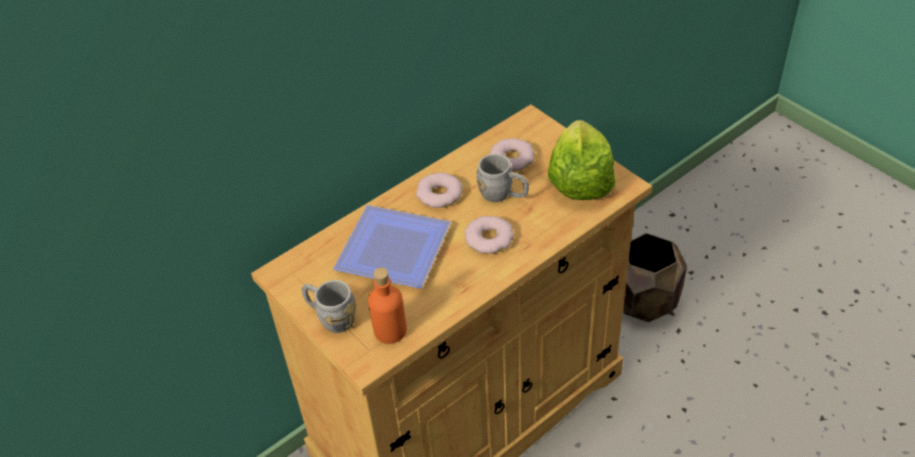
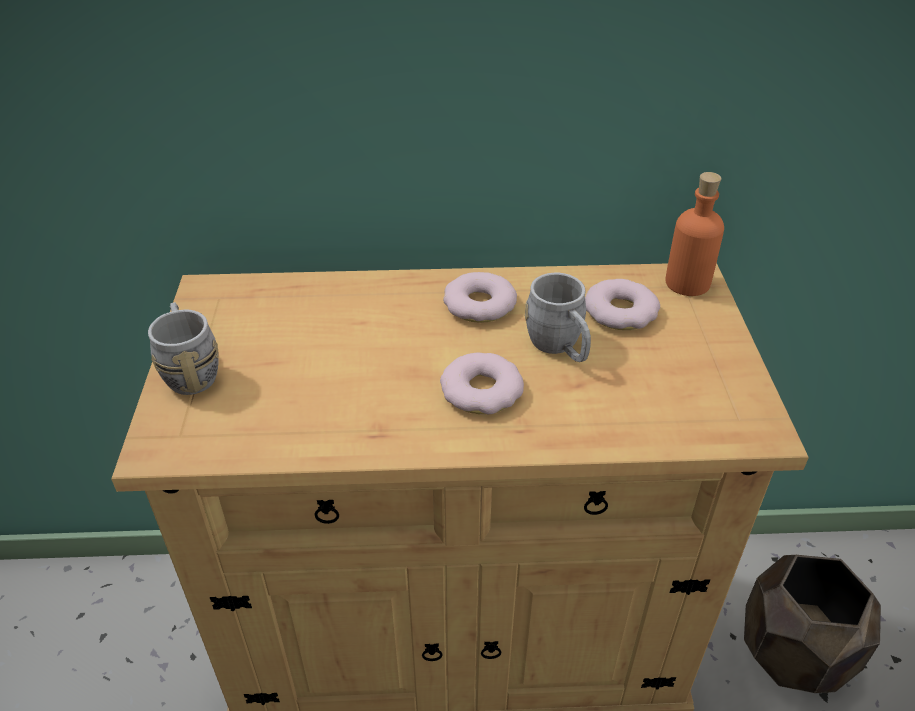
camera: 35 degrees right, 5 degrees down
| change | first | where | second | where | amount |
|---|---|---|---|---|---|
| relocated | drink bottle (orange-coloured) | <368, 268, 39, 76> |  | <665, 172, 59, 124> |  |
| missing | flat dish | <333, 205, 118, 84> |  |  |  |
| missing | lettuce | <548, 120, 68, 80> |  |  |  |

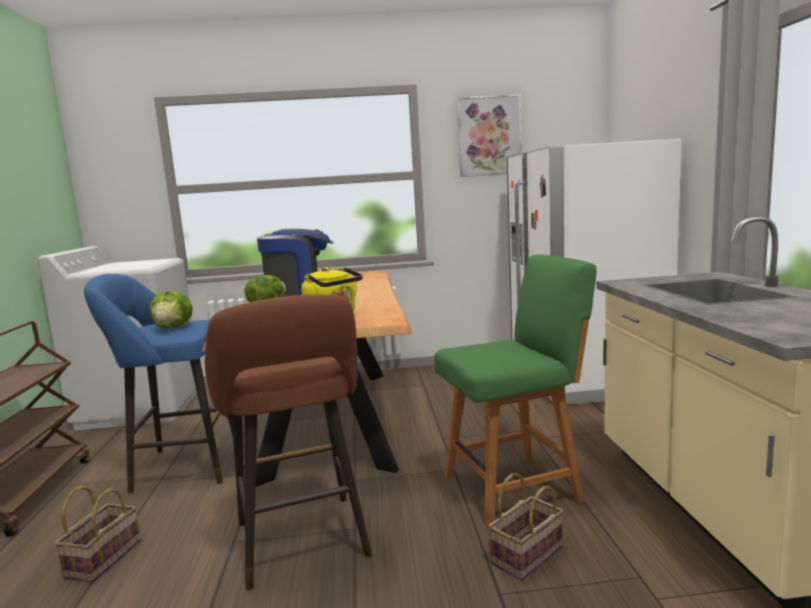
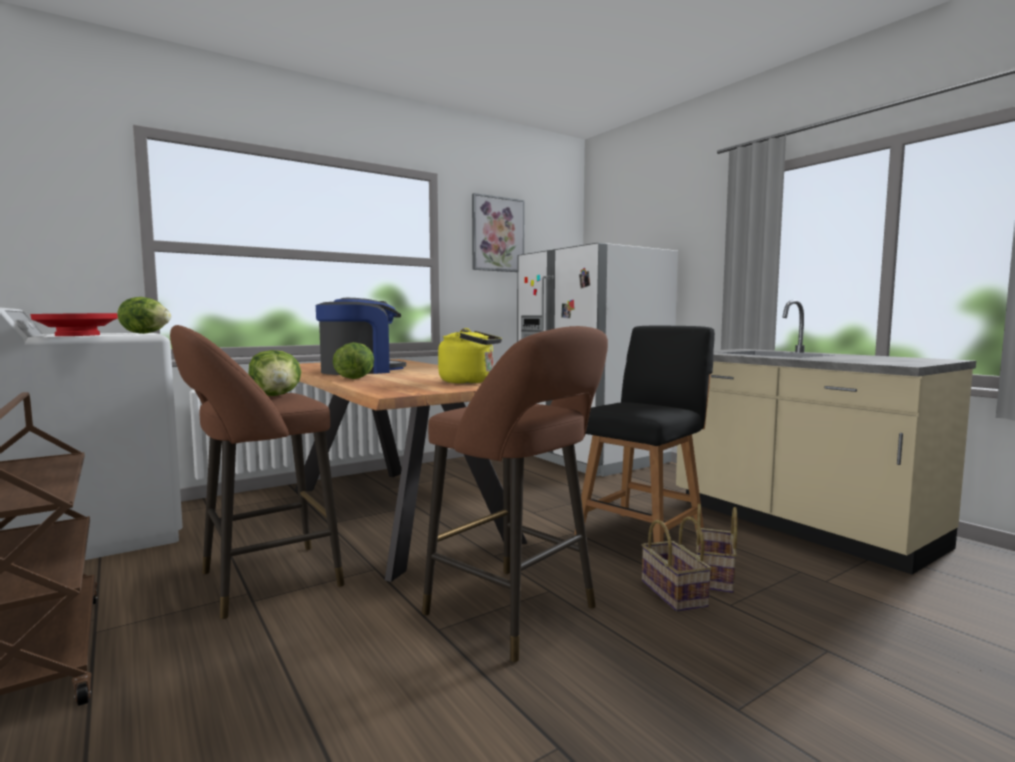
camera: 30 degrees left, 5 degrees down
| change | first | where | second | where | amount |
|---|---|---|---|---|---|
| appeared |  |  | serving bowl (reddish) | <30, 313, 88, 23> |  |
| appeared |  |  | lettuce | <117, 297, 54, 37> |  |
| colour | stool seat (blue-coloured) | <84, 274, 149, 219> | stool seat (brown) | <170, 325, 174, 294> |  |
| colour | upright chair (greenish) | <434, 254, 163, 273> | upright chair (blackish) | <574, 325, 141, 218> |  |
| relocated | basket | <55, 486, 86, 96> |  | <642, 516, 70, 96> |  |

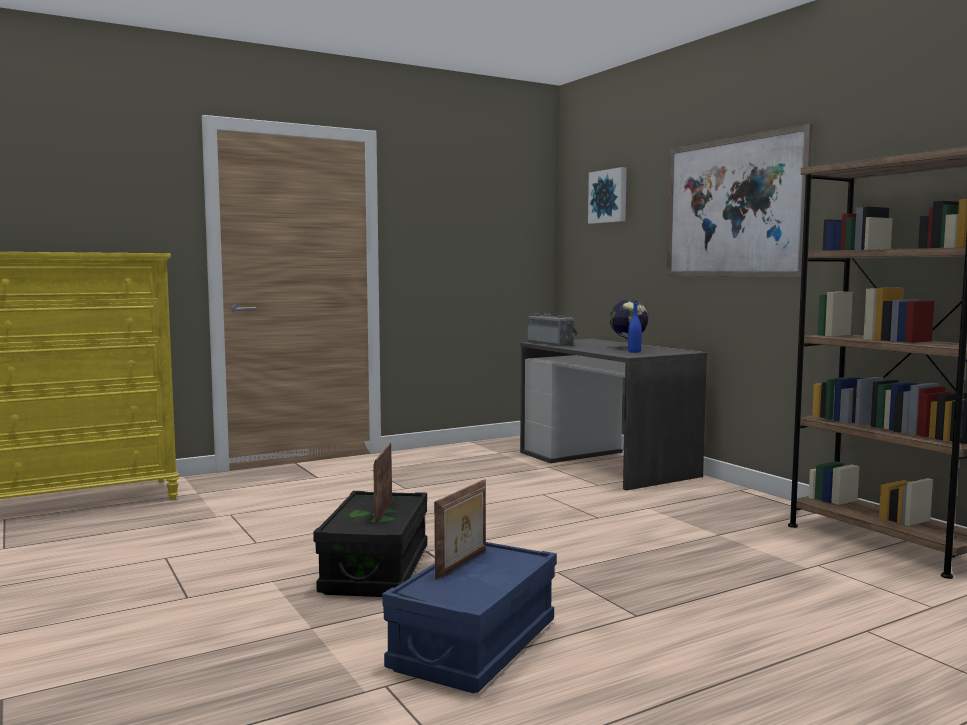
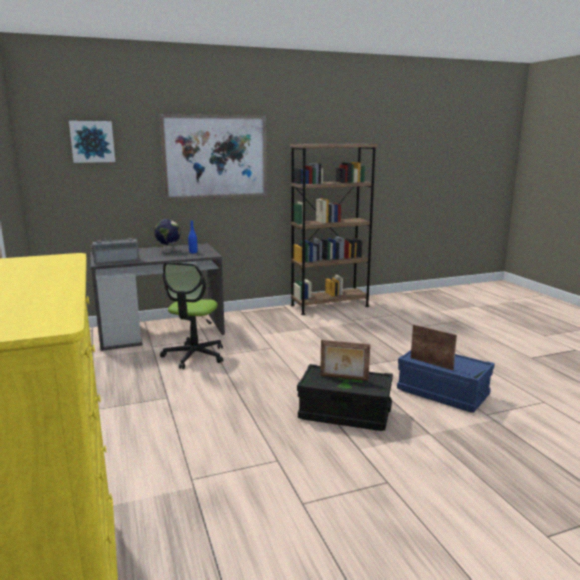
camera: 80 degrees left, 10 degrees up
| change | first | where | second | where | amount |
|---|---|---|---|---|---|
| appeared |  |  | computer chair | <160, 262, 63, 107> |  |

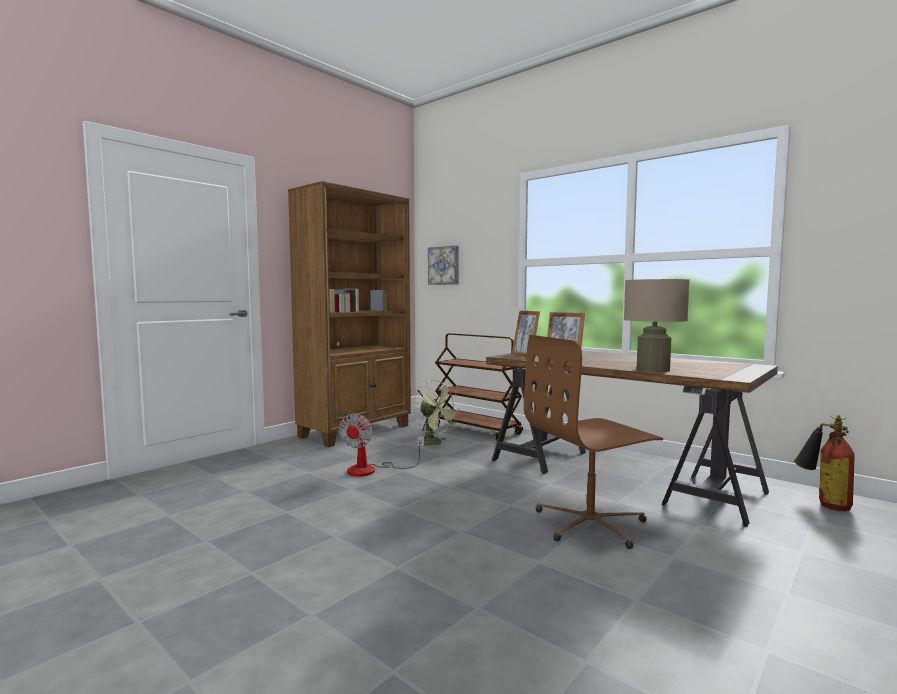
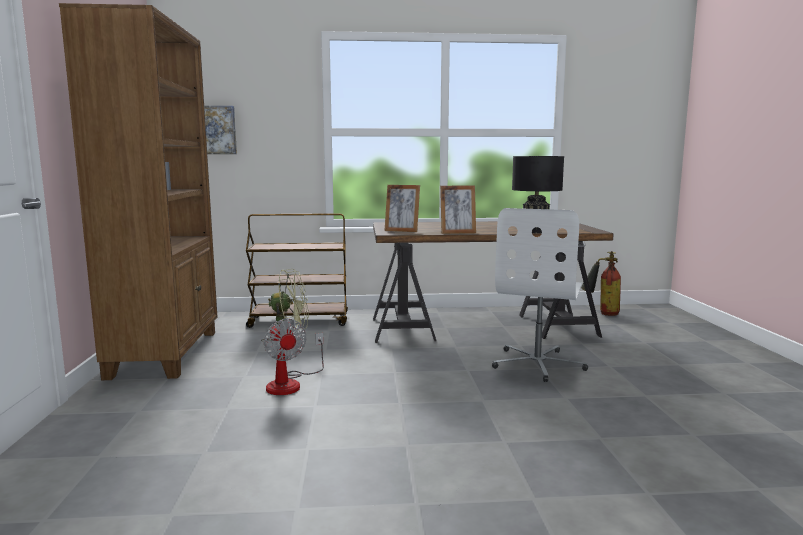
camera: 45 degrees left, 5 degrees up
| change | first | where | second | where | amount |
|---|---|---|---|---|---|
| colour | computer chair (brown) | <524, 335, 139, 214> | computer chair (white) | <492, 208, 96, 174> |  |
| colour | lamp for a table (sand-coloured) | <624, 279, 66, 93> | lamp for a table (blackish) | <512, 156, 52, 77> |  |

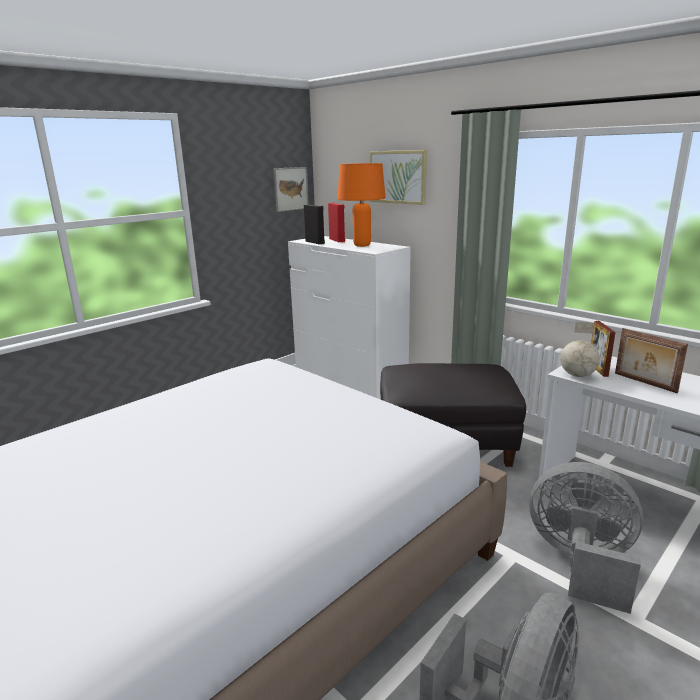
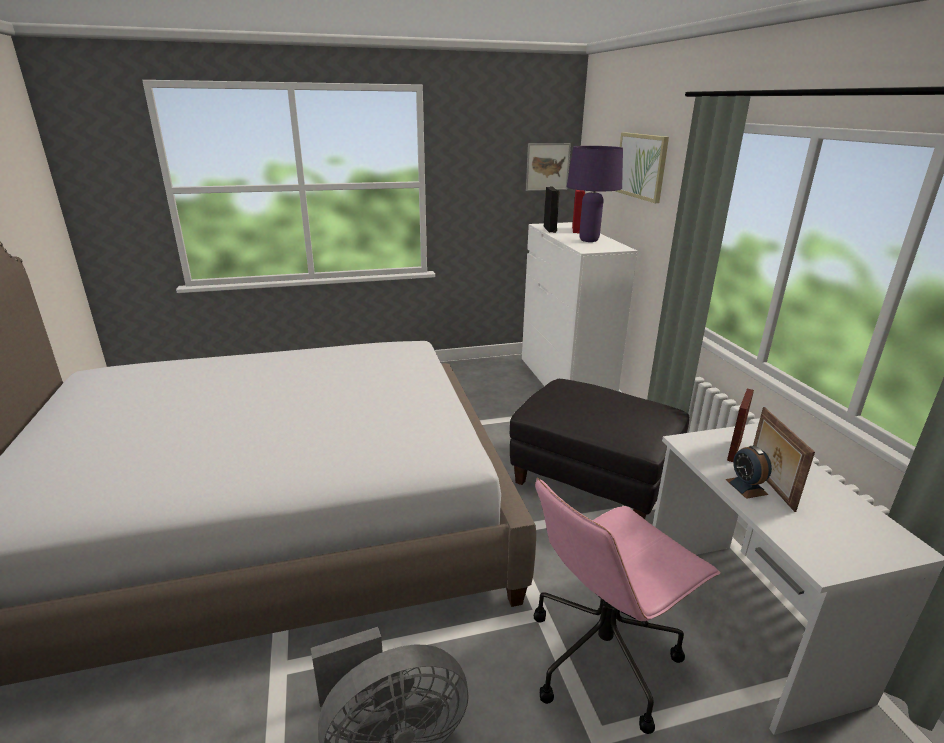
camera: 30 degrees right, 5 degrees up
| change | first | where | second | where | amount |
|---|---|---|---|---|---|
| exchanged | cooling fan (greyish) | <529, 462, 115, 152> | computer chair (pinkish) | <534, 477, 186, 257> |  |
| colour | lamp for a table (orange-coloured) | <338, 163, 48, 84> | lamp for a table (purple) | <567, 146, 56, 96> |  |
| appeared |  |  | alarm clock | <725, 445, 47, 54> |  |
| missing | desk globe | <560, 322, 40, 55> |  |  |  |

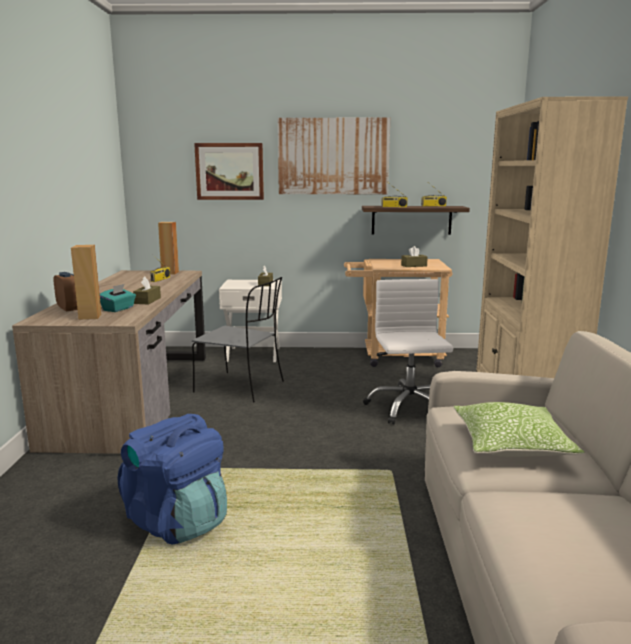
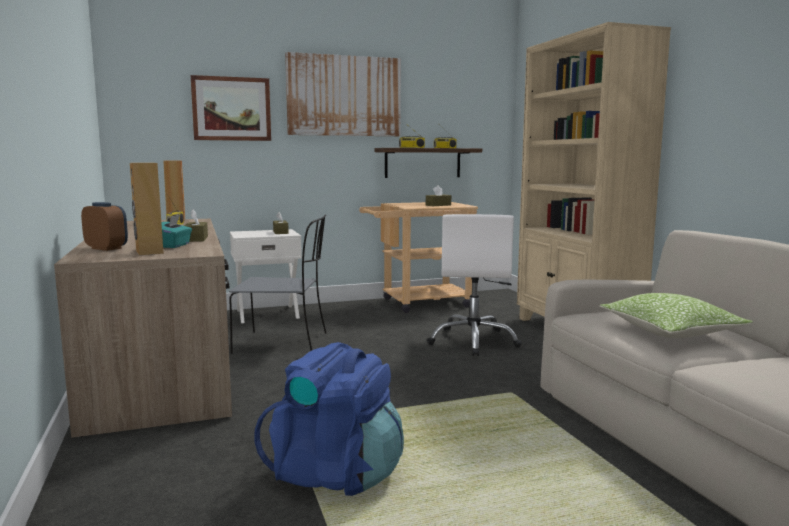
camera: 20 degrees left, 5 degrees down
| change | first | where | second | where | amount |
|---|---|---|---|---|---|
| spun | computer chair (white) | <363, 279, 90, 146> |  | <427, 214, 95, 142> | 150 degrees counterclockwise |

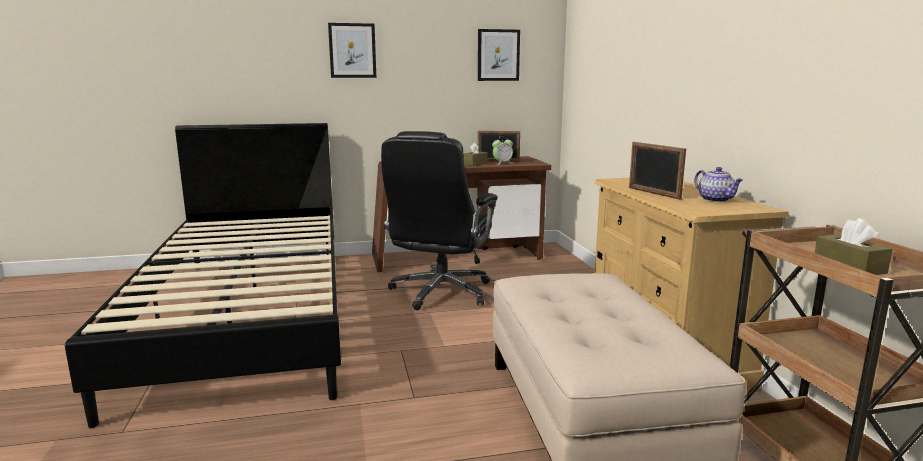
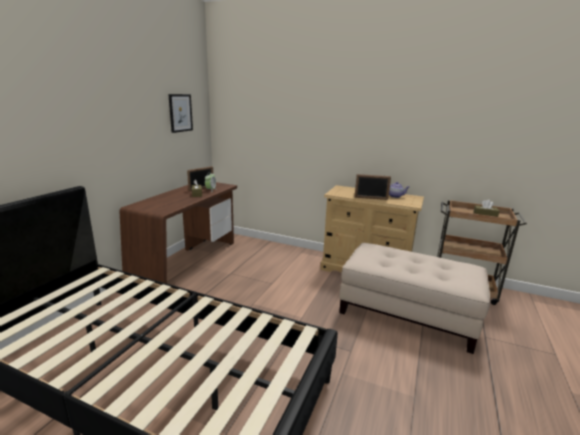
camera: 55 degrees left, 5 degrees up
| change | first | where | second | where | amount |
|---|---|---|---|---|---|
| missing | wall picture | <328, 23, 48, 55> |  |  |  |
| missing | computer chair (blackish) | <381, 131, 117, 179> |  |  |  |

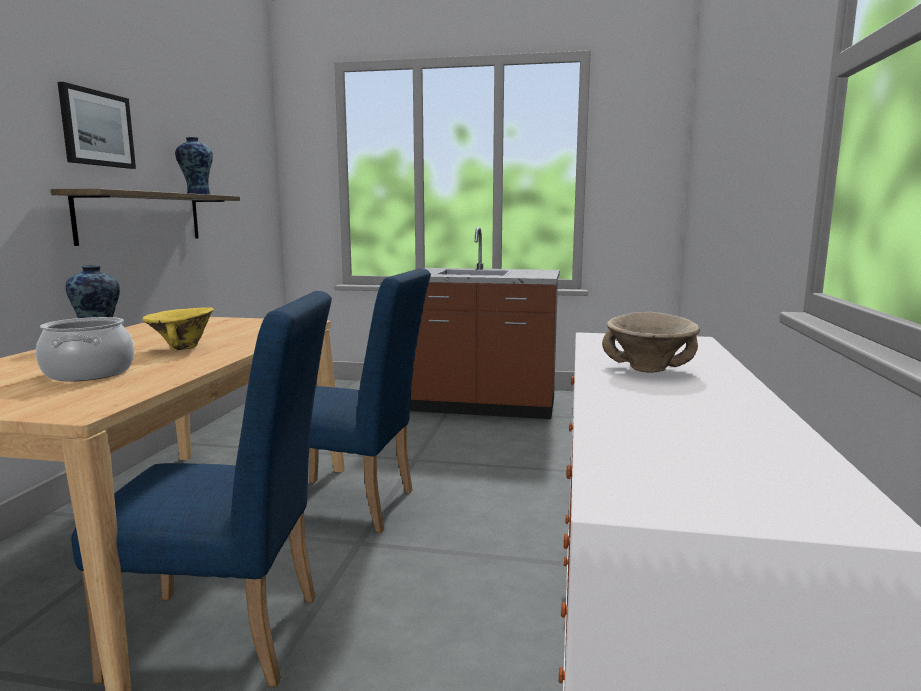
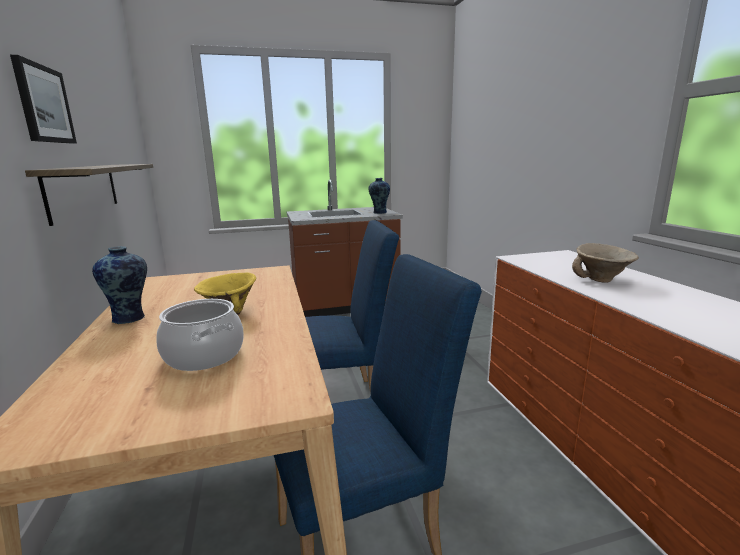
camera: 25 degrees left, 5 degrees up
| change | first | where | second | where | amount |
|---|---|---|---|---|---|
| relocated | vase | <175, 137, 38, 58> |  | <368, 178, 22, 36> |  |

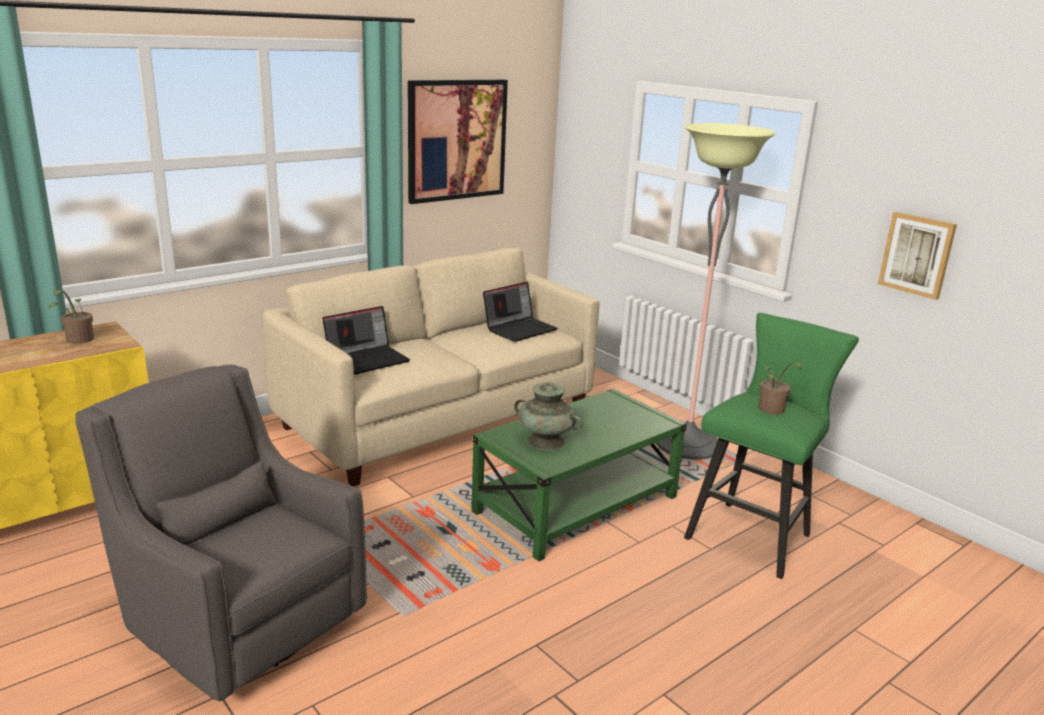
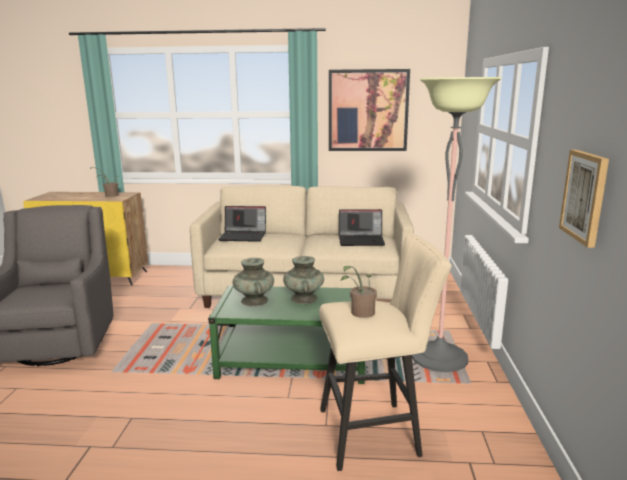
camera: 45 degrees right, 5 degrees down
| change | first | where | second | where | amount |
|---|---|---|---|---|---|
| appeared |  |  | vase (turquoise-coloured) | <283, 256, 41, 48> |  |
| colour | stool seat (greenish) | <684, 313, 175, 266> | stool seat (sand-coloured) | <319, 233, 133, 238> |  |

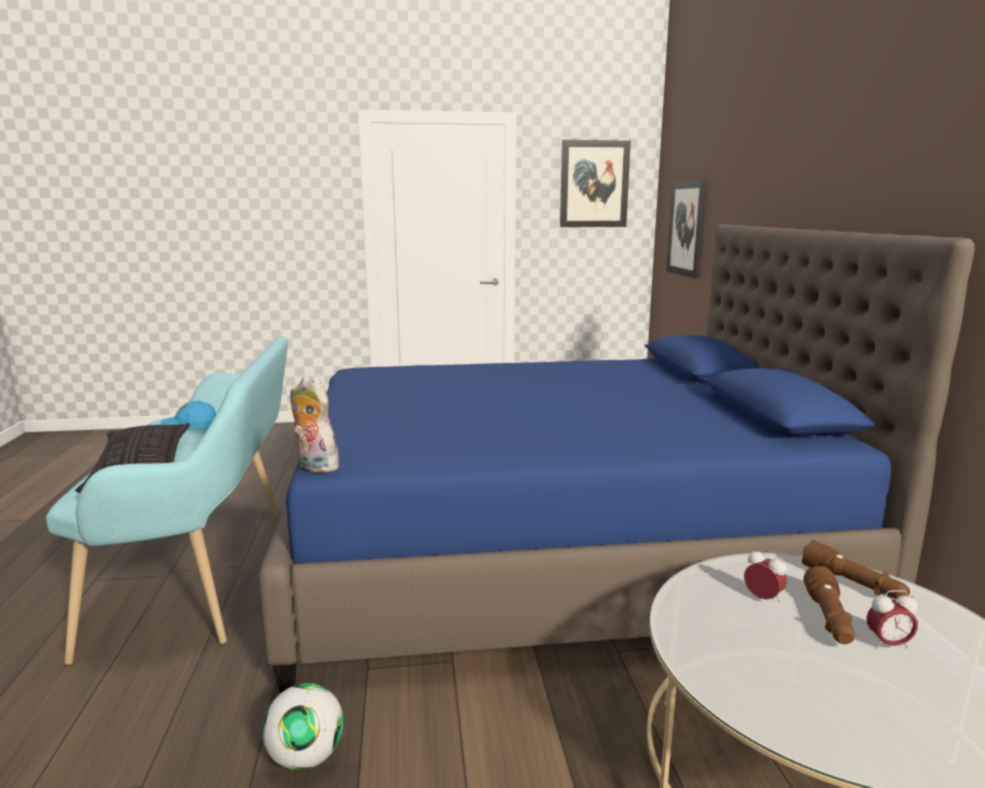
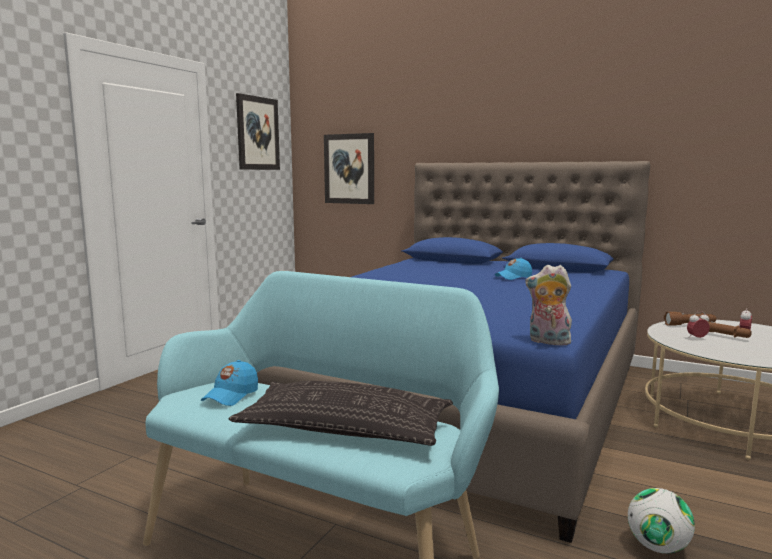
camera: 55 degrees left, 5 degrees down
| change | first | where | second | where | amount |
|---|---|---|---|---|---|
| appeared |  |  | baseball cap (blue-coloured) | <495, 258, 37, 22> |  |
| spun | soft toy | <290, 375, 53, 98> |  | <525, 265, 47, 81> | 45 degrees clockwise |

